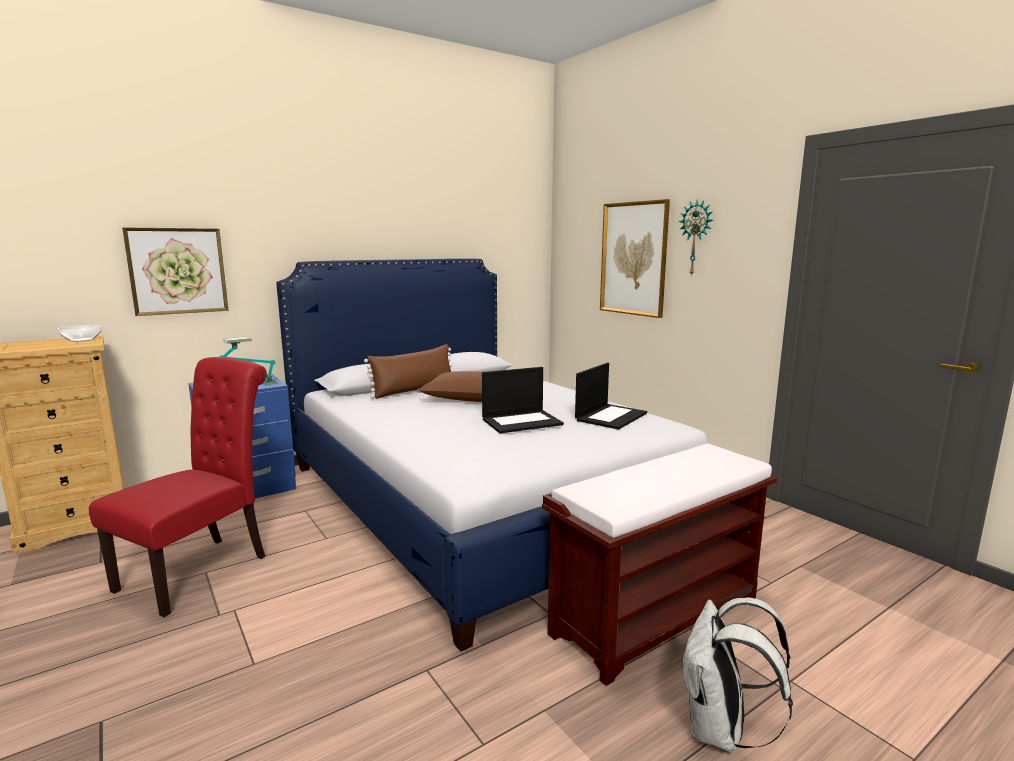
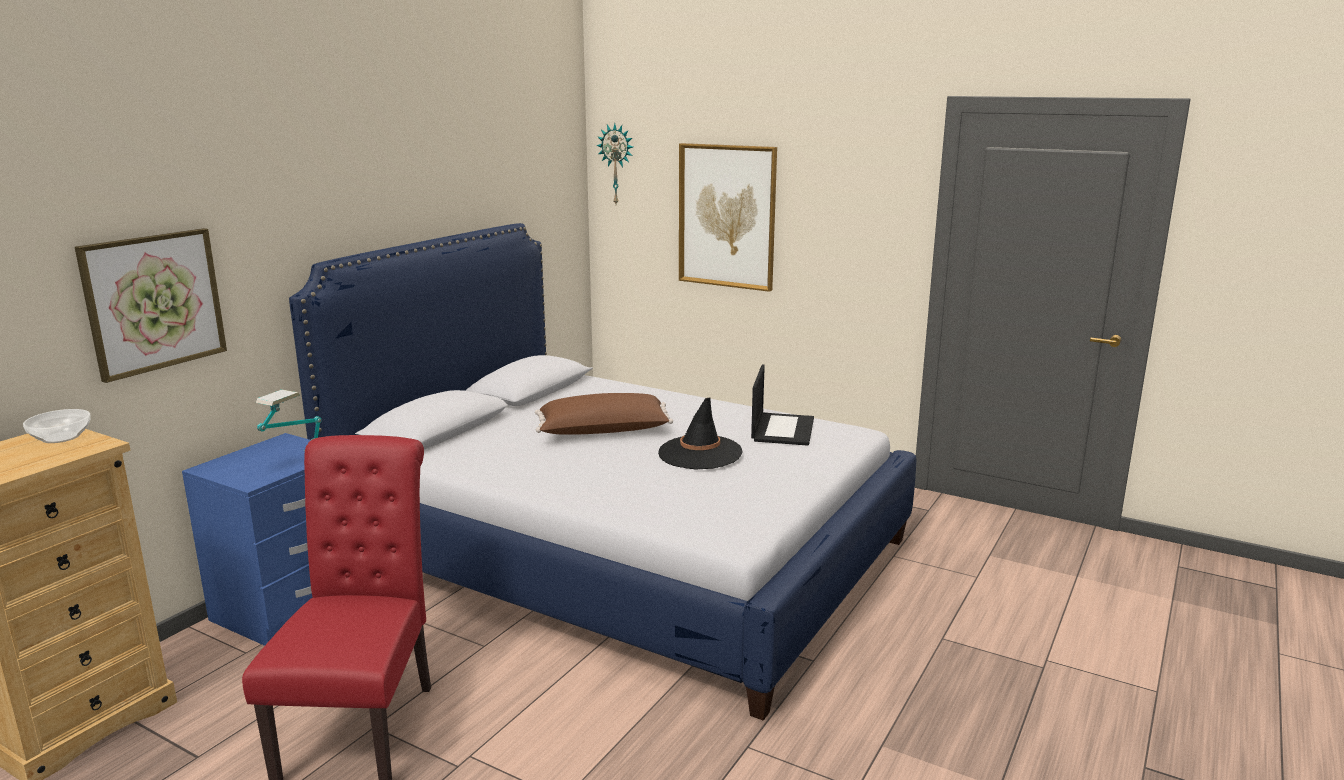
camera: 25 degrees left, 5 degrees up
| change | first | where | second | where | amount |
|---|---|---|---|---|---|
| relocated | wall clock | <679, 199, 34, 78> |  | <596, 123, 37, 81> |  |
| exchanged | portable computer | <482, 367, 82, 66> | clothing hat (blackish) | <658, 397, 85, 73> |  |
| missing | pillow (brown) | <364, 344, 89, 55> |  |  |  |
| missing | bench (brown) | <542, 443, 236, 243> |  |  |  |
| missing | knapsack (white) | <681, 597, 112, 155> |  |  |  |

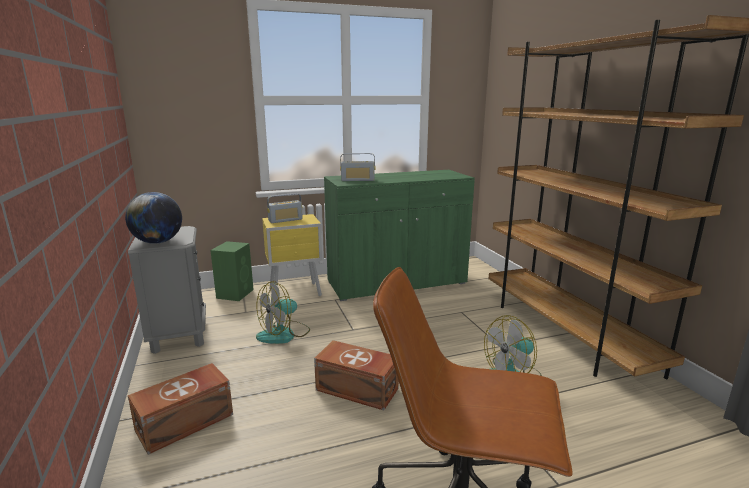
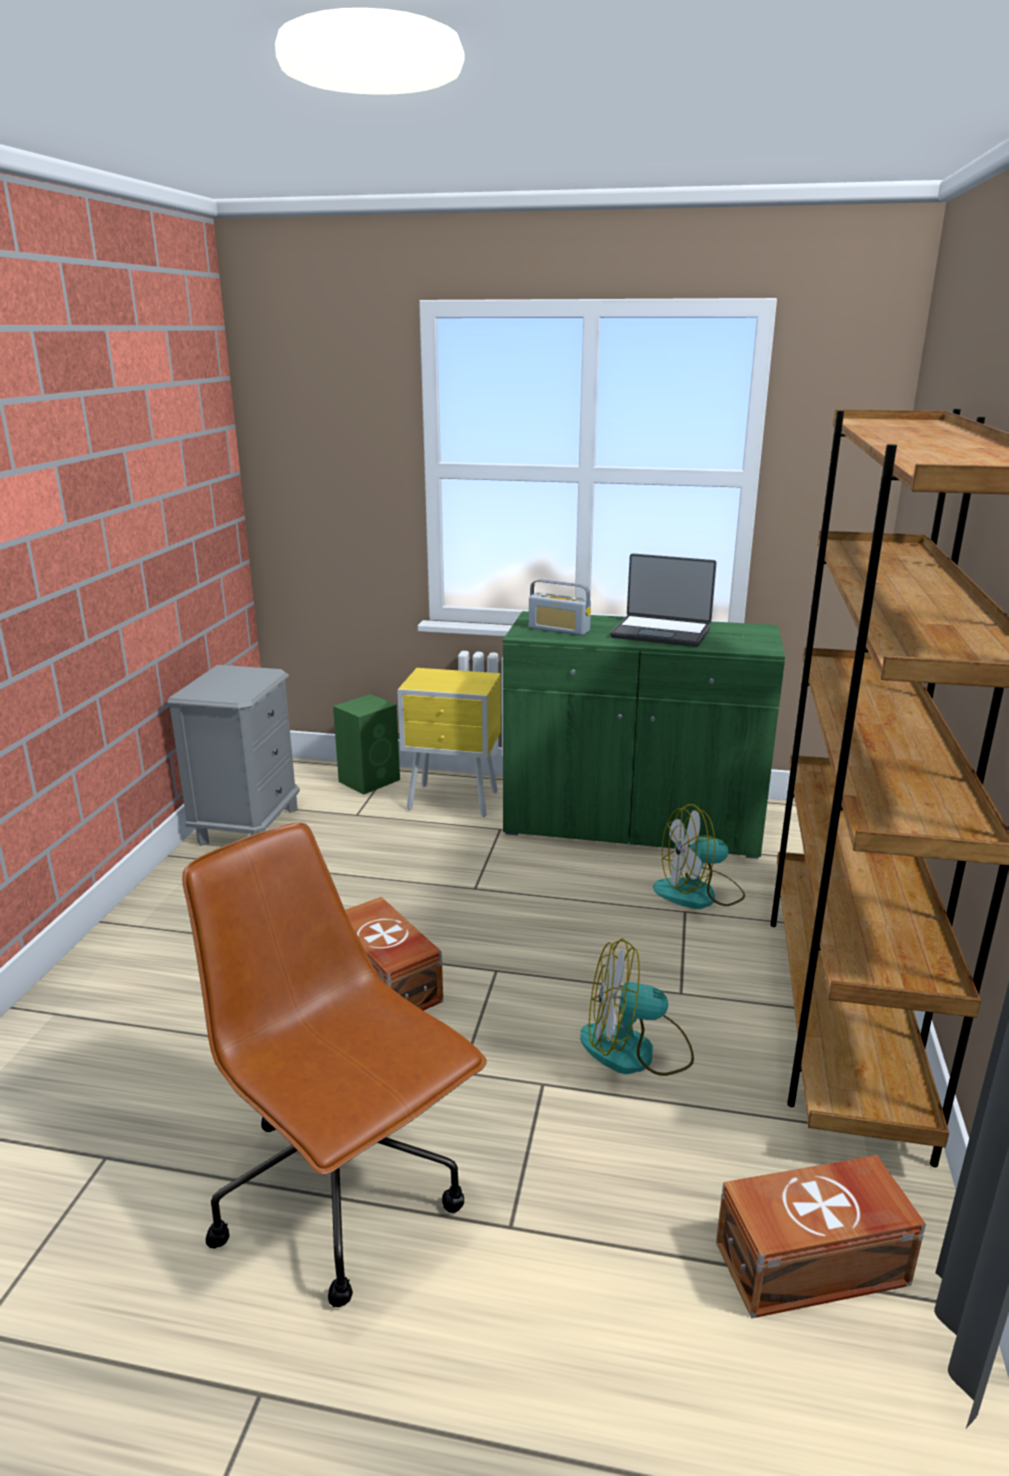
camera: 30 degrees right, 5 degrees up
| change | first | where | second | where | amount |
|---|---|---|---|---|---|
| appeared |  |  | portable computer | <610, 553, 107, 94> |  |
| relocated | cooling fan | <256, 281, 54, 63> |  | <653, 804, 92, 105> |  |
| relocated | storage container (brown) | <128, 363, 105, 92> |  | <716, 1155, 210, 164> |  |
| missing | desk globe | <125, 192, 57, 52> |  |  |  |
| missing | radio receiver | <267, 193, 36, 30> |  |  |  |

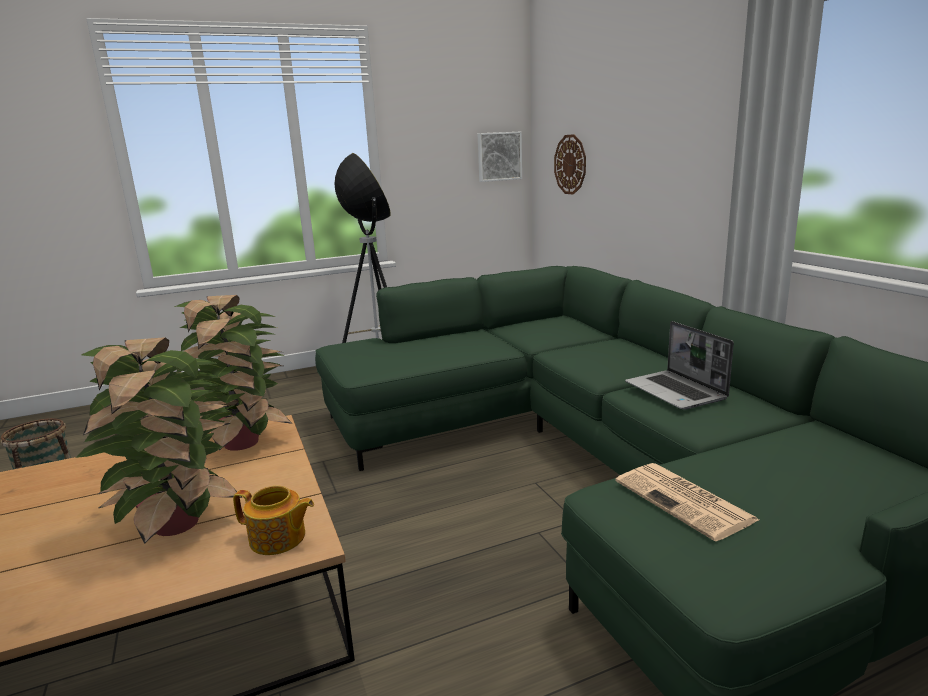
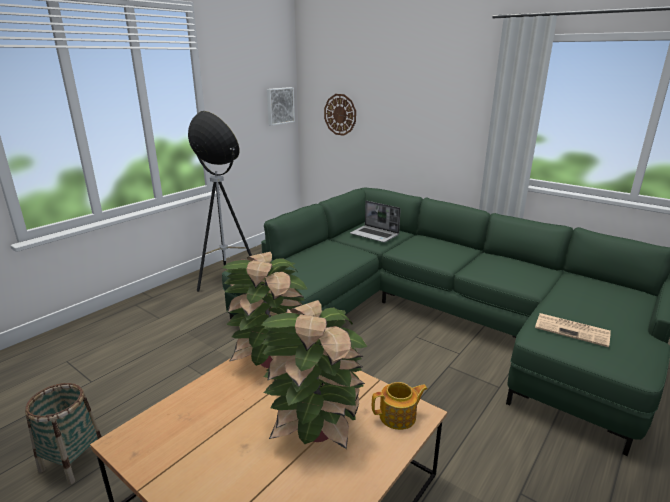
camera: 30 degrees left, 5 degrees up
| change | first | where | second | where | amount |
|---|---|---|---|---|---|
| relocated | portable computer | <625, 321, 109, 89> |  | <350, 201, 51, 42> |  |

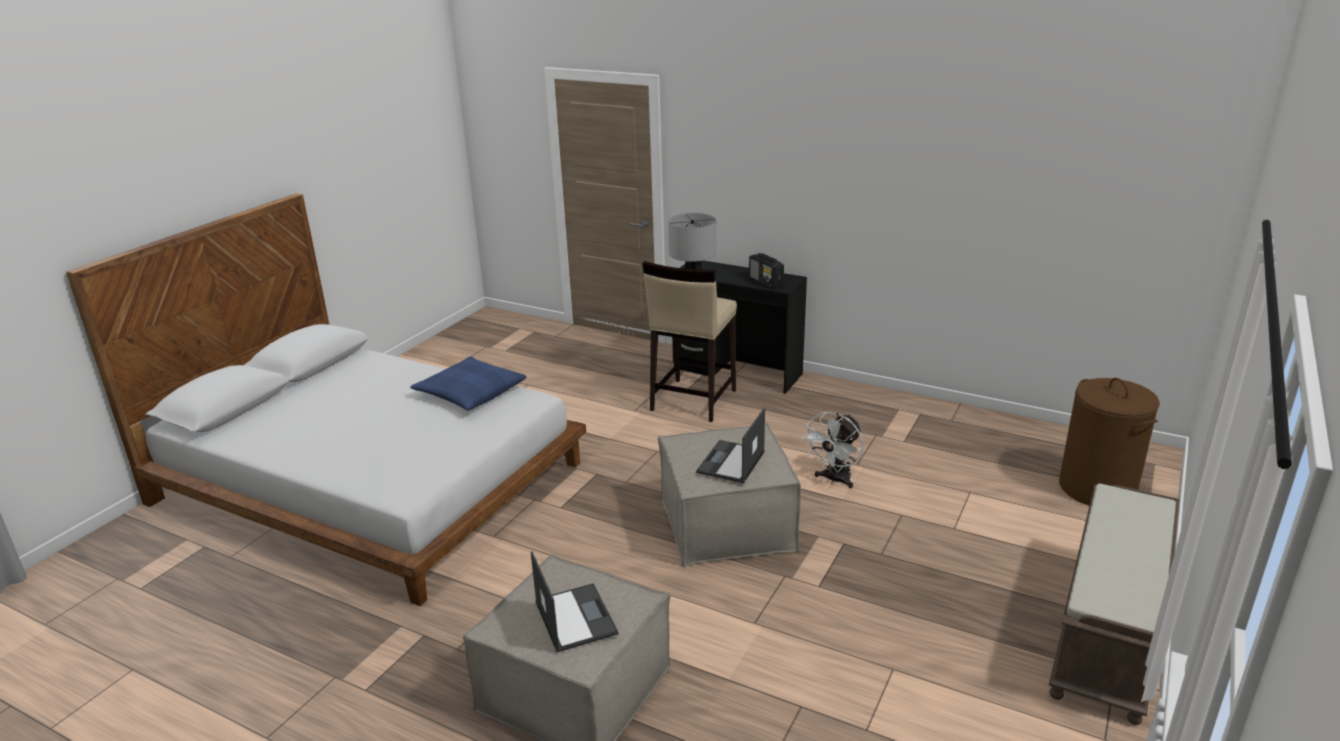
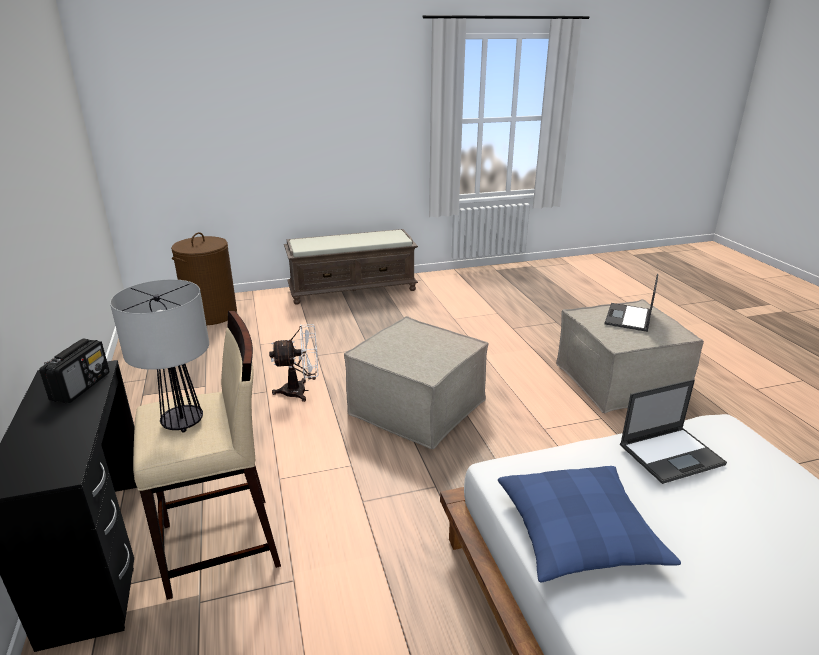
camera: 135 degrees left, 0 degrees up
| change | first | where | second | where | amount |
|---|---|---|---|---|---|
| relocated | portable computer | <696, 408, 69, 75> |  | <620, 379, 107, 105> |  |

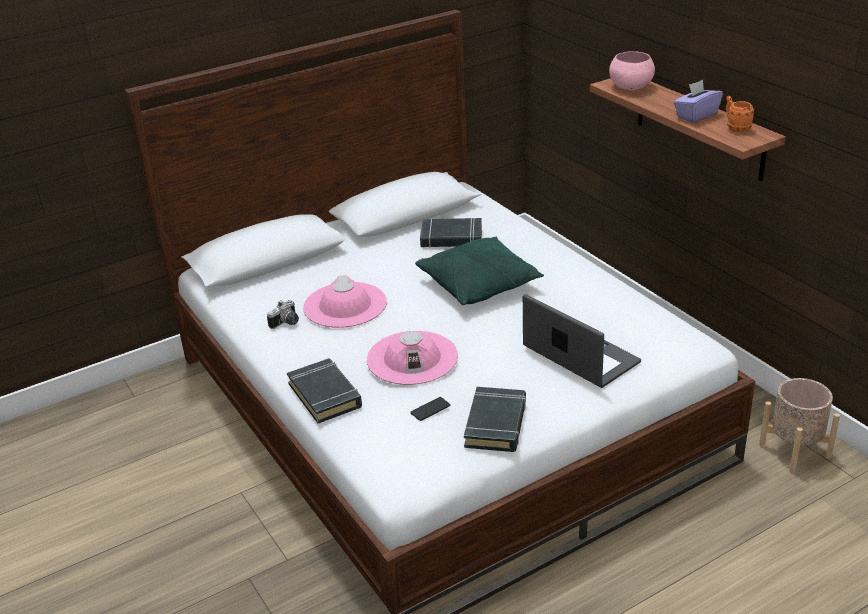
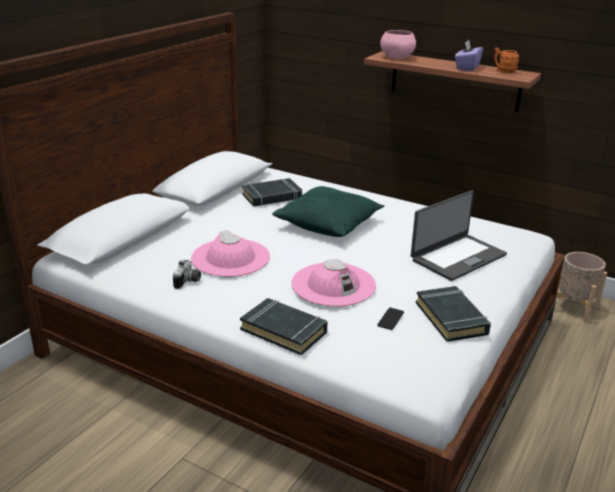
camera: 30 degrees left, 5 degrees down
| change | first | where | second | where | amount |
|---|---|---|---|---|---|
| spun | portable computer | <523, 294, 118, 94> |  | <411, 190, 96, 91> | 120 degrees clockwise |

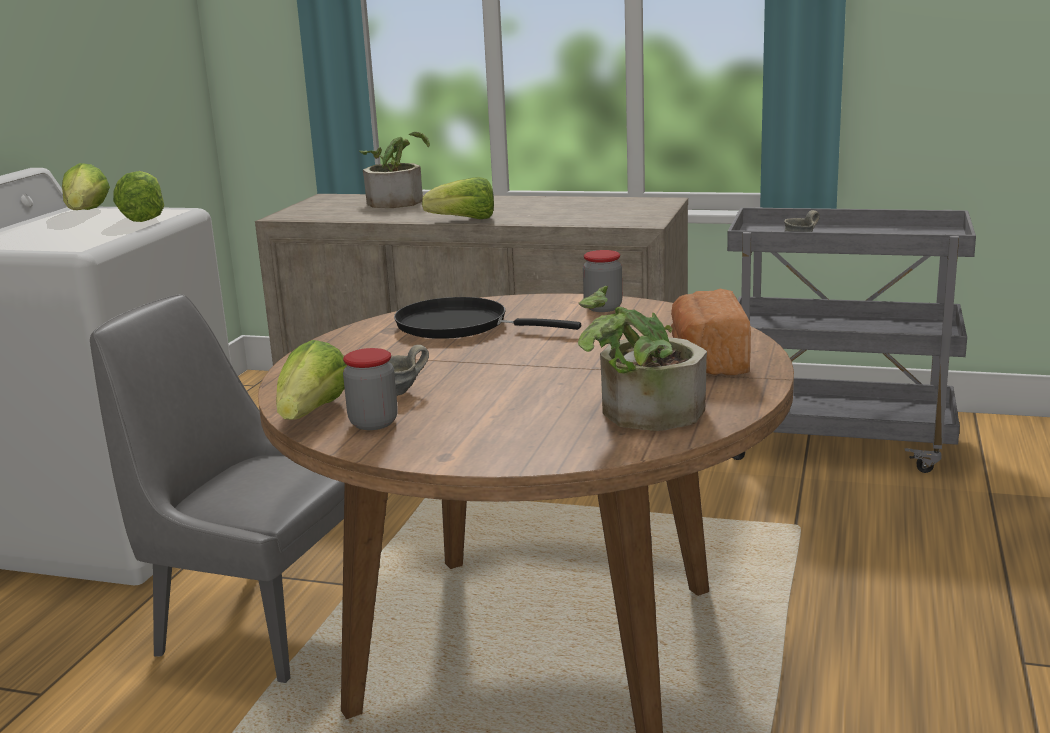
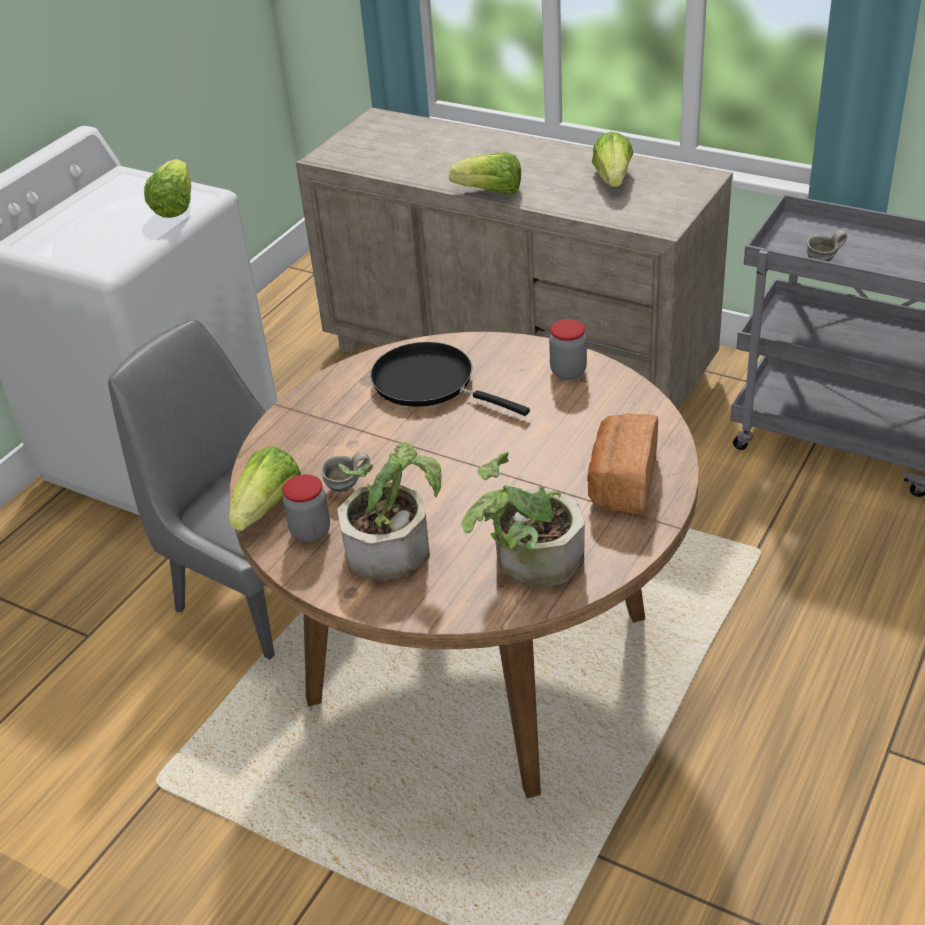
camera: 15 degrees right, 20 degrees up
| change | first | where | second | where | amount |
|---|---|---|---|---|---|
| relocated | potted plant | <359, 132, 71, 76> |  | <337, 442, 105, 141> |  |
| relocated | lettuce | <62, 163, 48, 47> |  | <592, 132, 41, 55> |  |

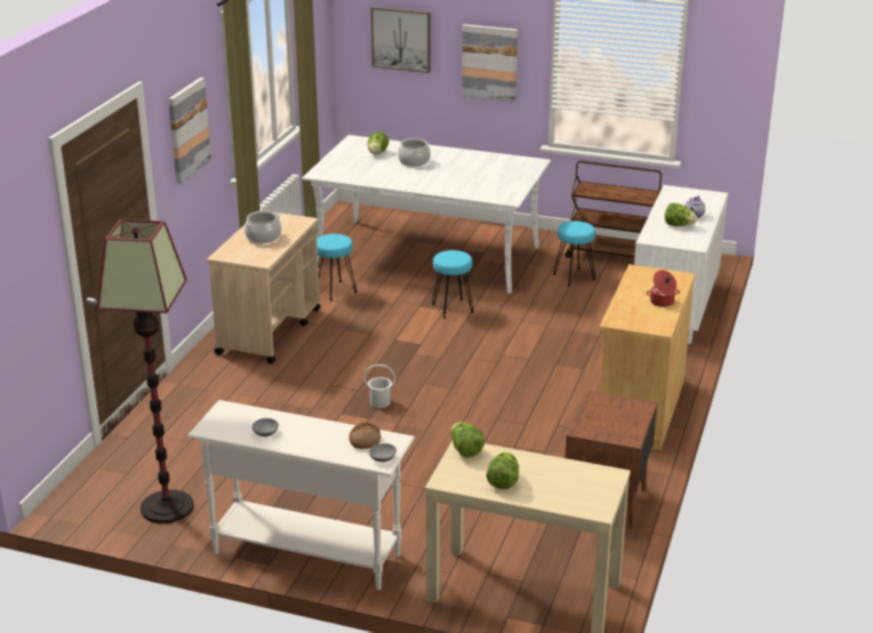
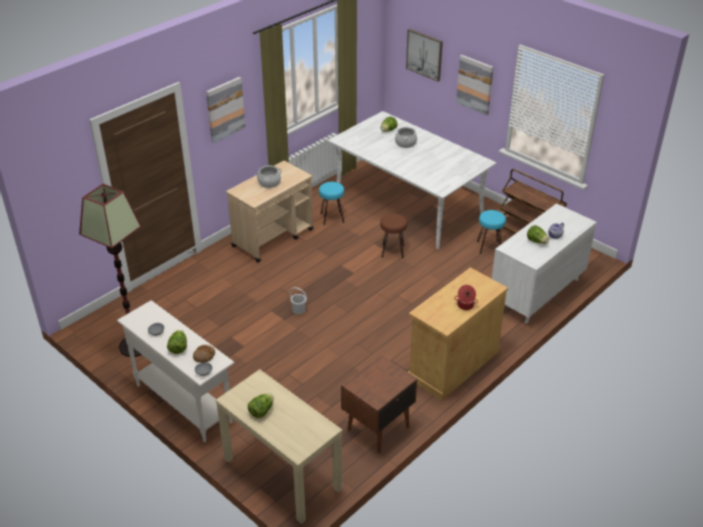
camera: 25 degrees right, 10 degrees up
| change | first | where | second | where | amount |
|---|---|---|---|---|---|
| relocated | lettuce | <451, 422, 34, 36> |  | <167, 330, 20, 24> |  |
| colour | stool seat (turquoise-coloured) | <432, 250, 42, 68> | stool seat (brown) | <380, 214, 27, 44> |  |

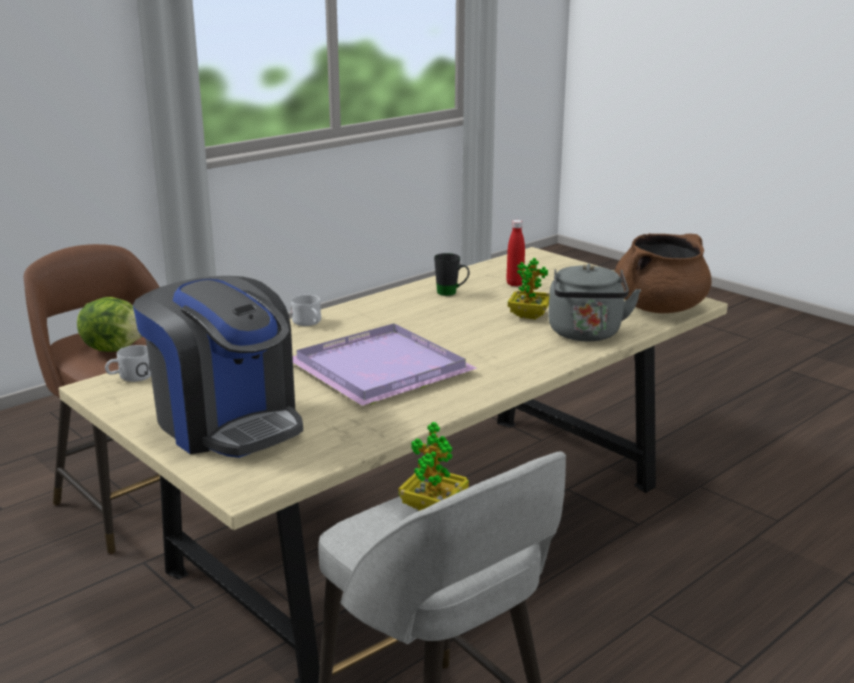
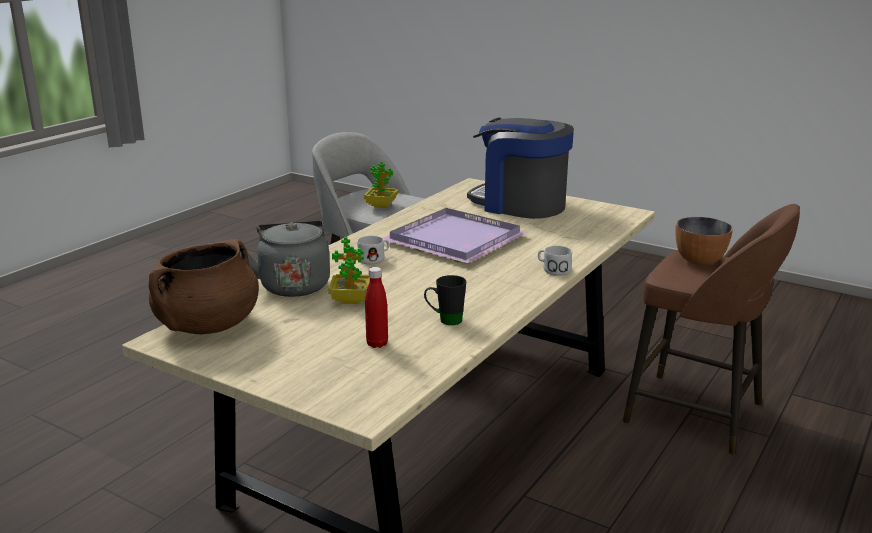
camera: 165 degrees right, 0 degrees up
| change | first | where | second | where | amount |
|---|---|---|---|---|---|
| relocated | mug (white) | <105, 345, 46, 37> |  | <357, 236, 33, 29> |  |
| exchanged | lettuce | <77, 297, 66, 55> | serving bowl | <675, 217, 58, 48> |  |

